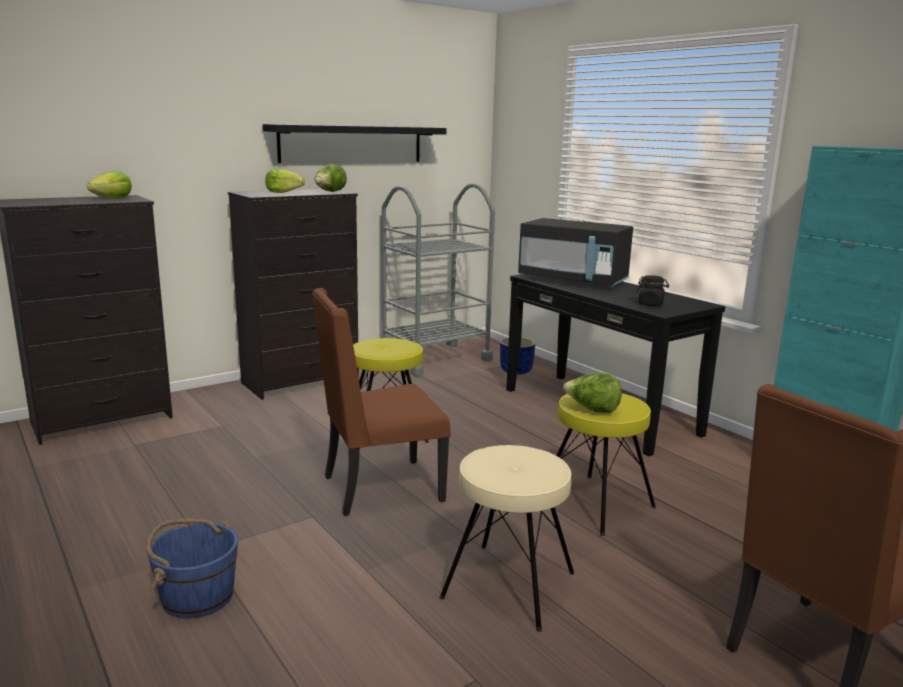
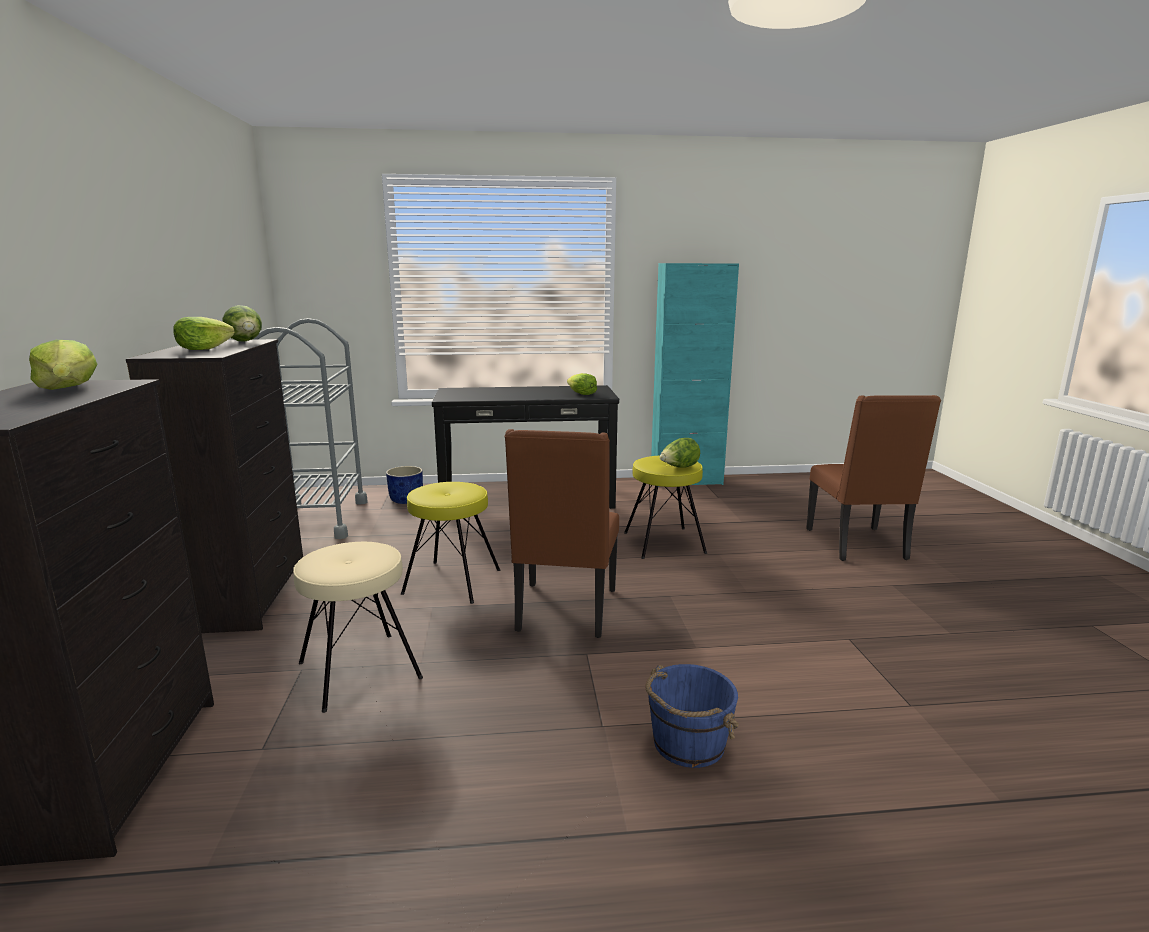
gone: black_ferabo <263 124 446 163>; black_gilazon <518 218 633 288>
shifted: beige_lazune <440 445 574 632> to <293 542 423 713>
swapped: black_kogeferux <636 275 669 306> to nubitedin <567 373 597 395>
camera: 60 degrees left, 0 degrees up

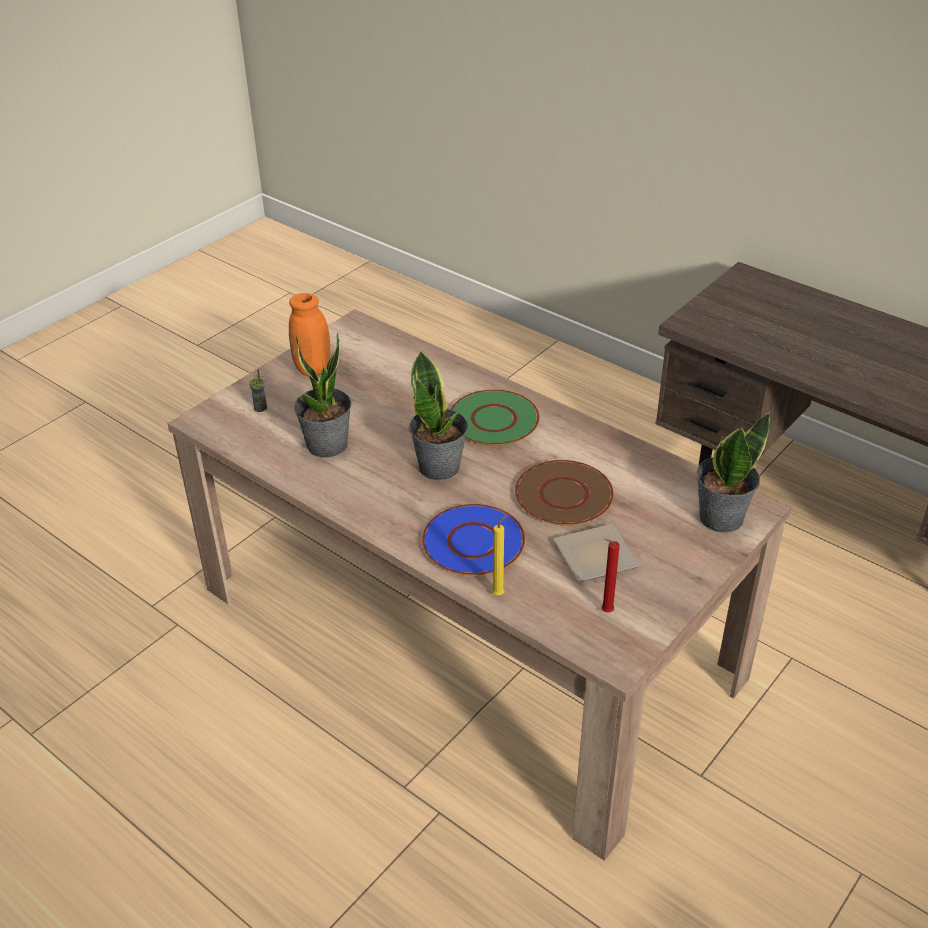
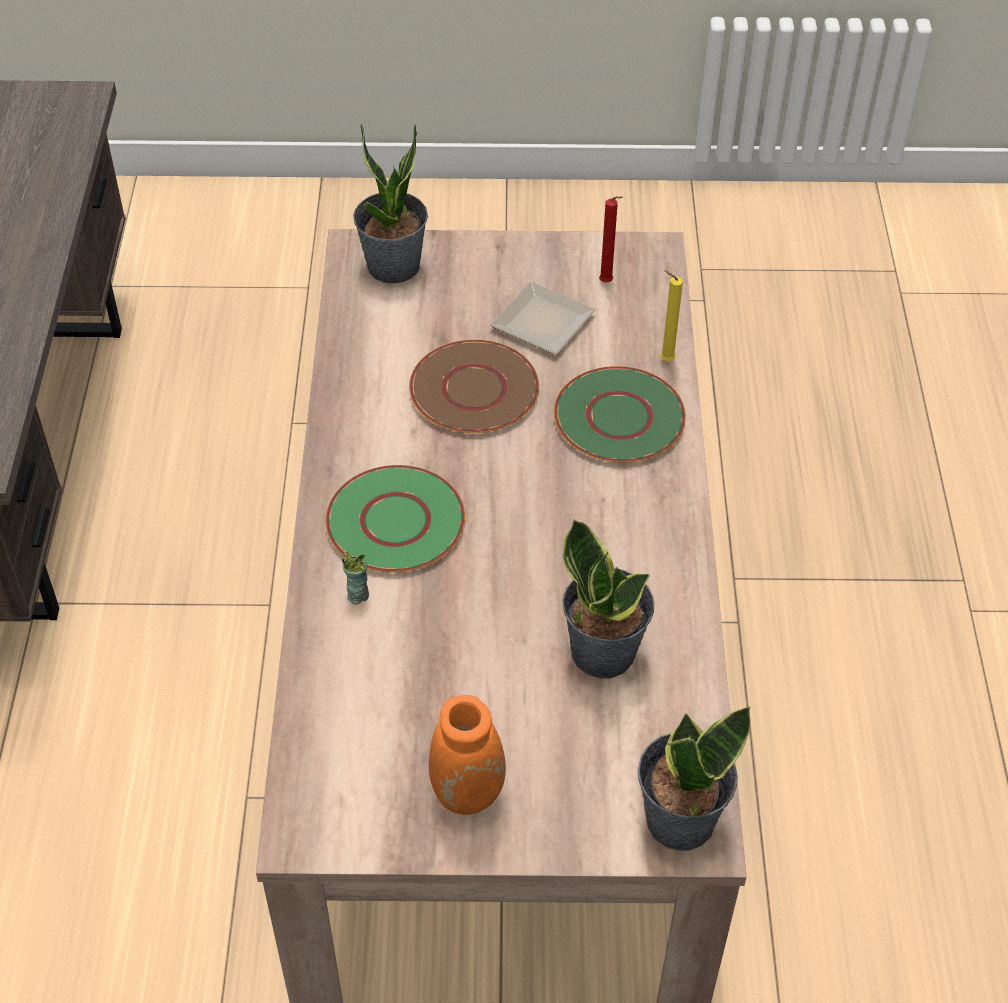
shifted: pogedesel <409 350 468 480> to <638 706 751 851>; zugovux <248 370 267 412> to <342 552 369 605>
repainted: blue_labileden <422 504 525 576> to green_labileden <554 366 686 463>
camera: 130 degrees left, 10 degrees up

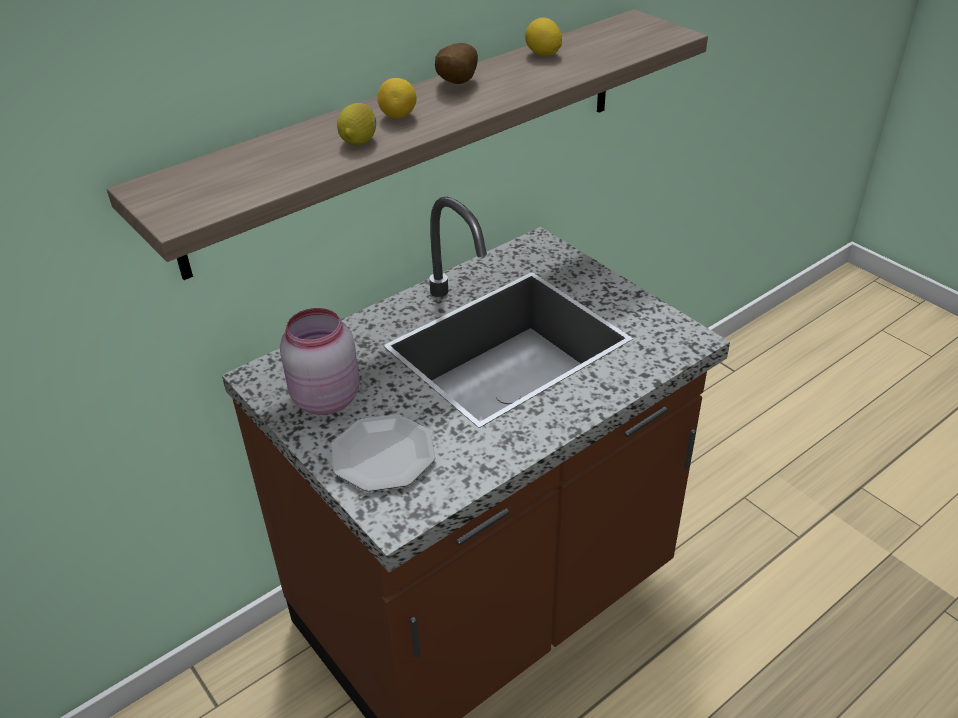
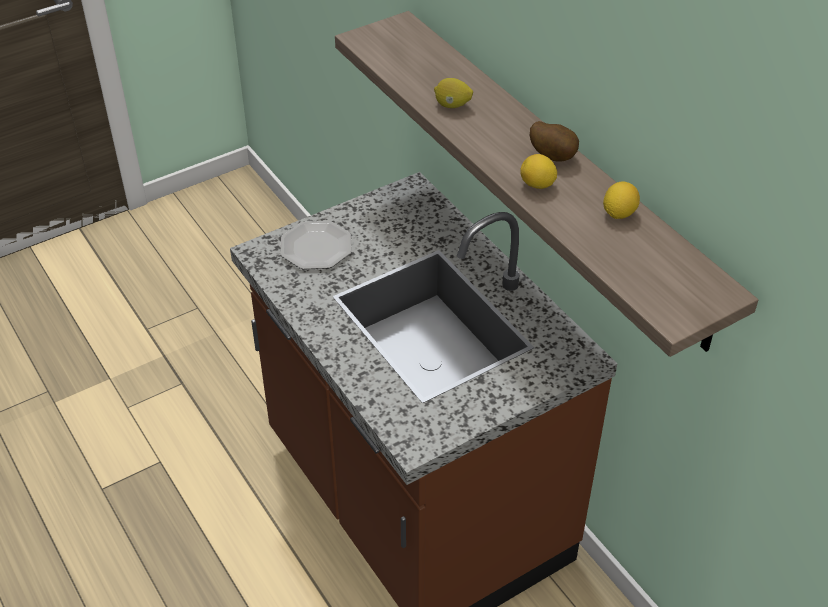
gone: pink_kogeferux <280 308 360 415>
shifted: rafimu <377 78 417 119> to <520 154 557 189>
camera: 95 degrees right, 5 degrees up

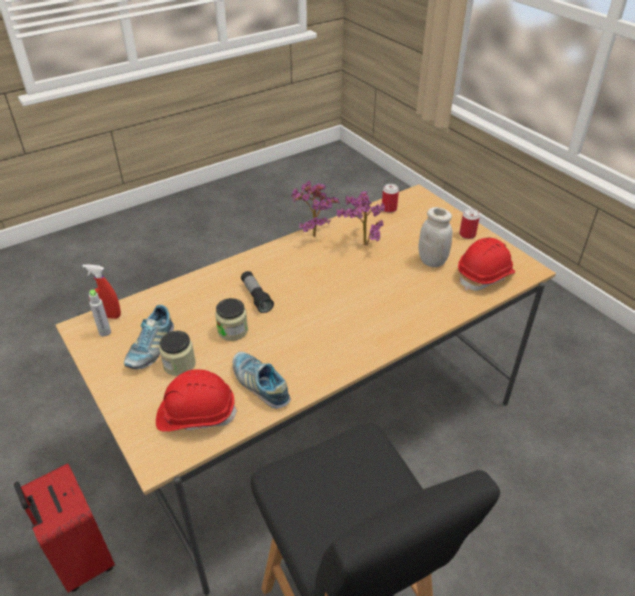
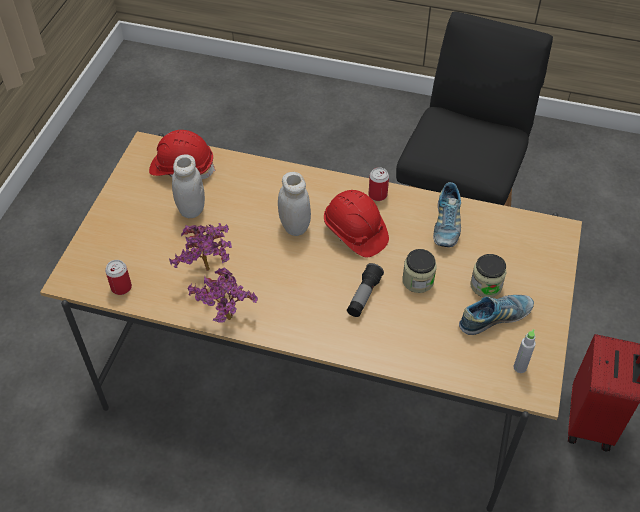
gone: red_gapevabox <83 264 121 319>
new: white_kogeferux <278 172 311 236>
shifted: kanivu <459 209 480 239> to <369 167 389 201>; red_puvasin <156 369 237 432> to <324 190 389 257>
camera: 130 degrees left, 10 degrees up

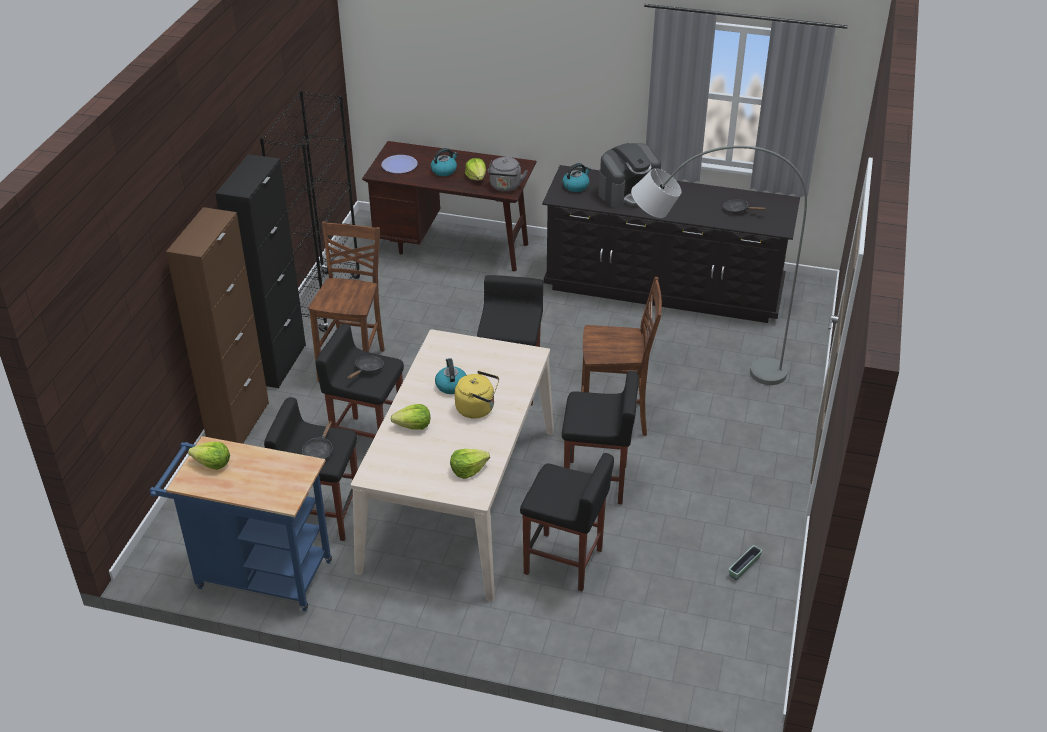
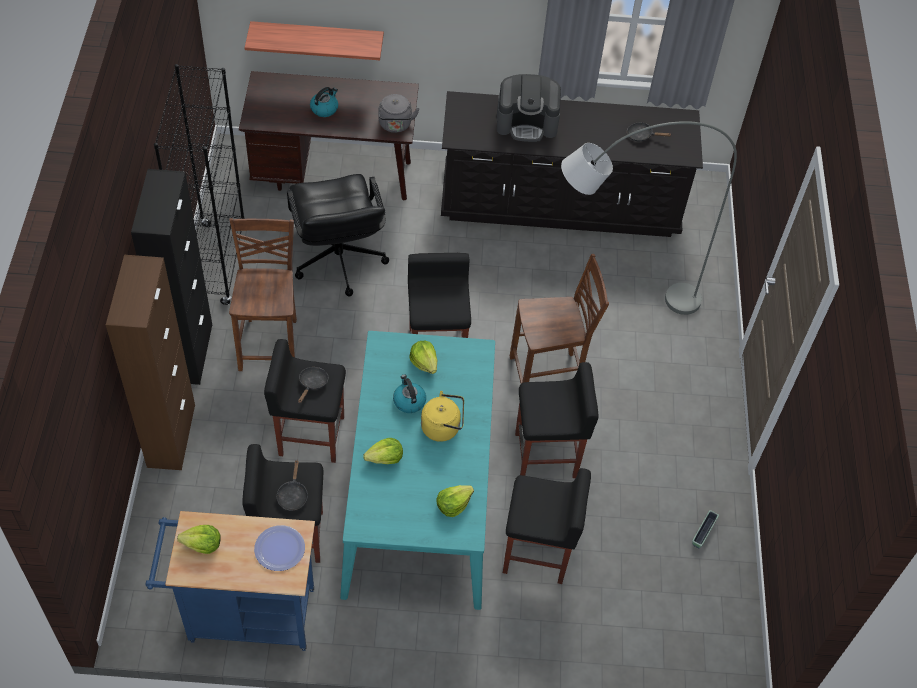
gone: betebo <562 163 591 192>
new: ferabo <245 21 384 60>; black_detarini <287 174 389 297>
shifted: labileden <382 155 418 174> to <254 525 305 571>; nubitedin <465 158 486 181> to <409 341 437 374>
repainted: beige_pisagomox <351 329 554 602> to turquoise_pisagomox <340 331 495 610>
rotated: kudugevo <598 143 661 208> = <496 74 561 142> 45 degrees clockwise
camera: 15 degrees left, 15 degrees up

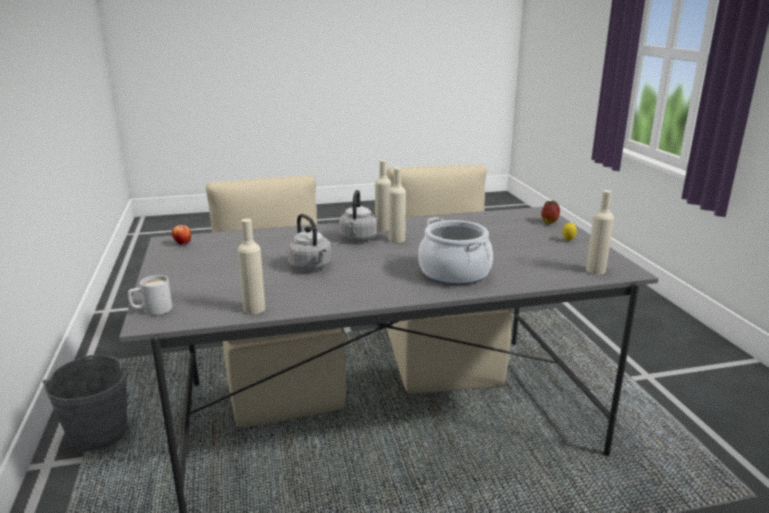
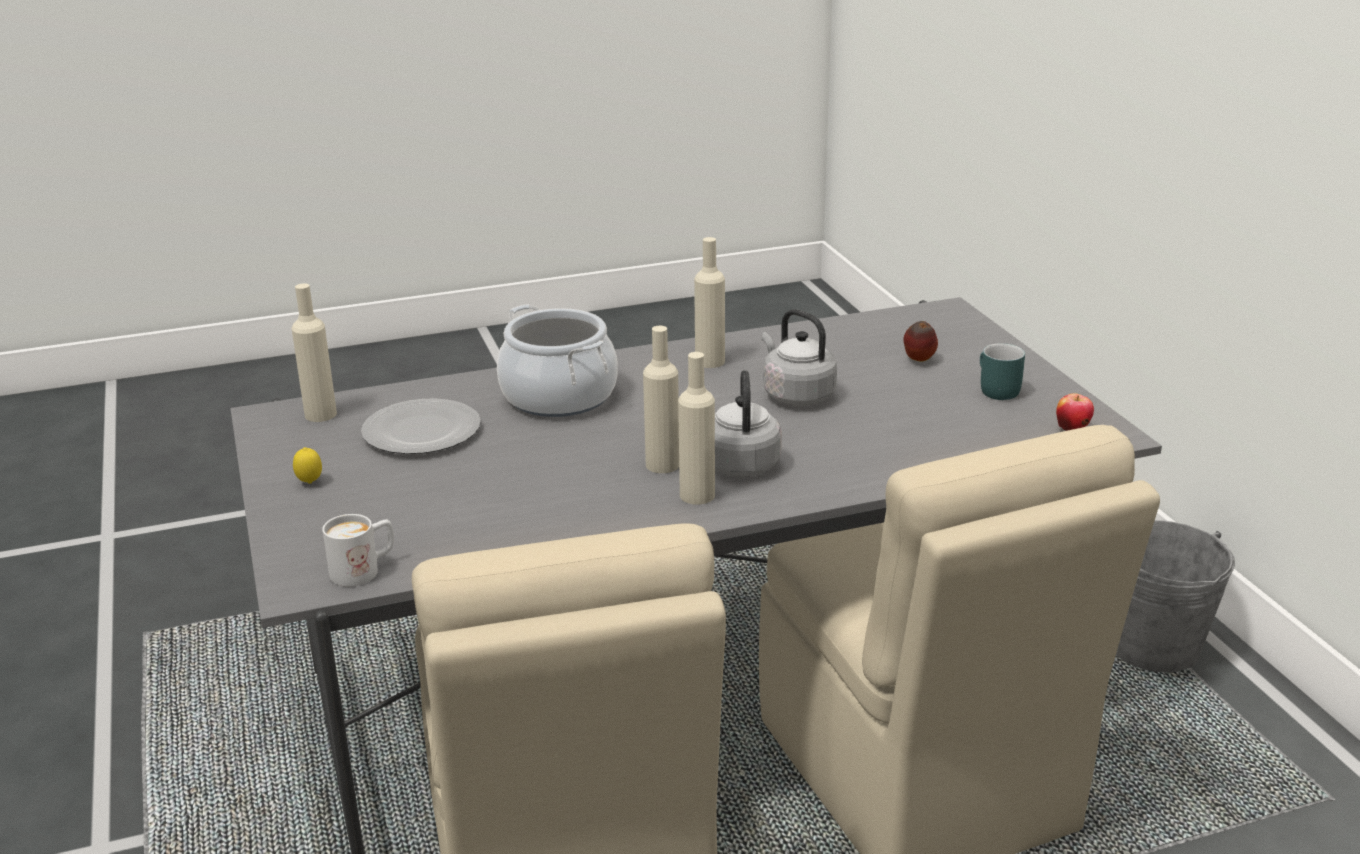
new: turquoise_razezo <980 343 1025 400>; labileden <361 398 481 454>
shifted: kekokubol <541 201 560 224> to <903 321 938 362>; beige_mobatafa <238 219 265 314> to <694 237 725 368>; white_razezo <128 275 172 315> to <322 514 394 587>
camera: 175 degrees right, 5 degrees up

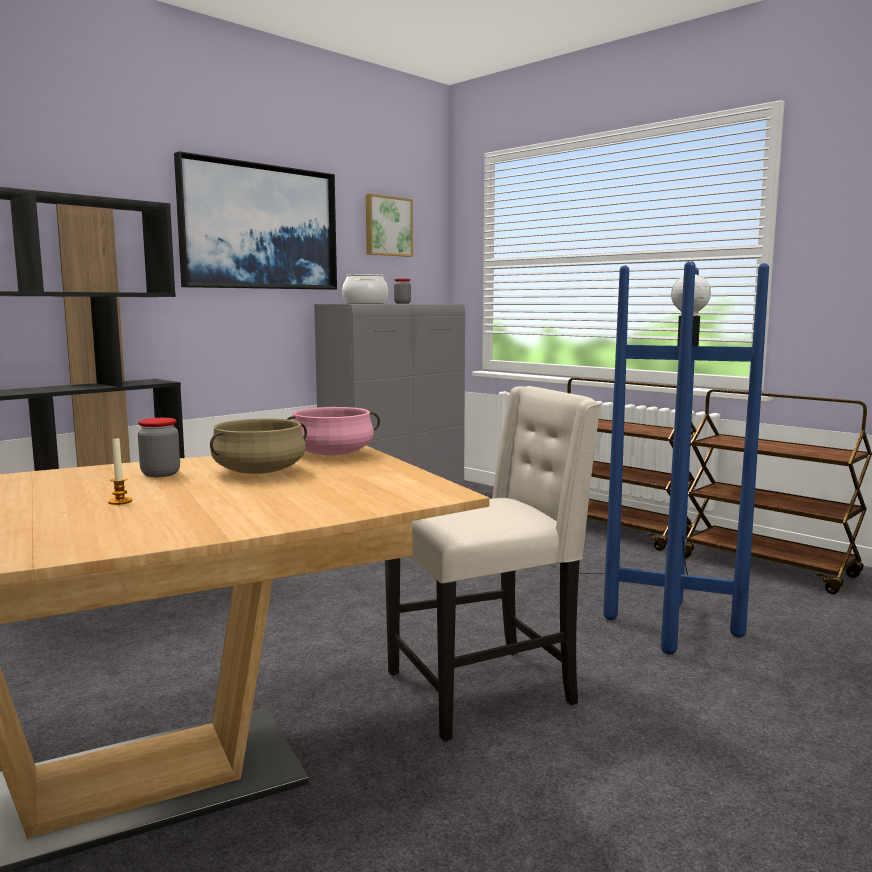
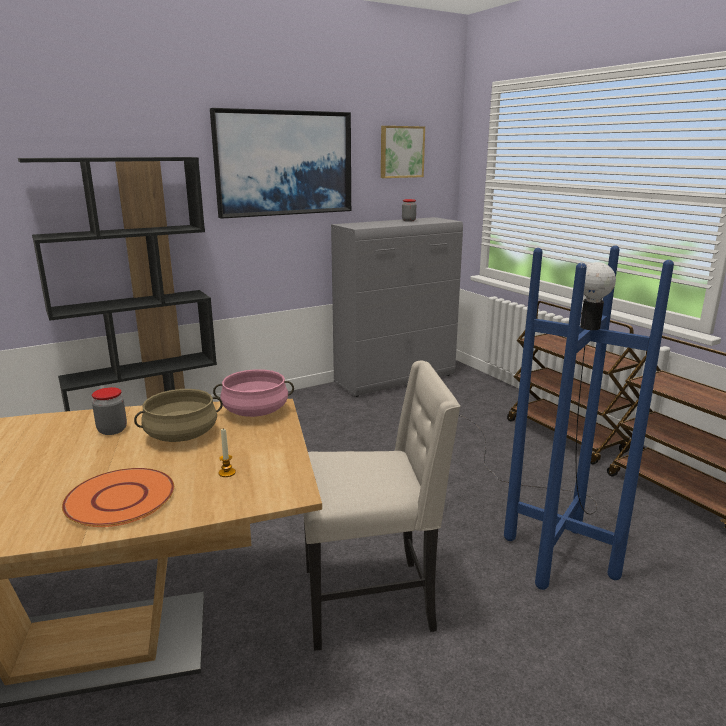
gone: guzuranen <342 274 388 304>
new: orange_labileden <62 468 174 527>
shifted: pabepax <108 436 132 505> to <219 429 236 477>
camera: 15 degrees right, 10 degrees up

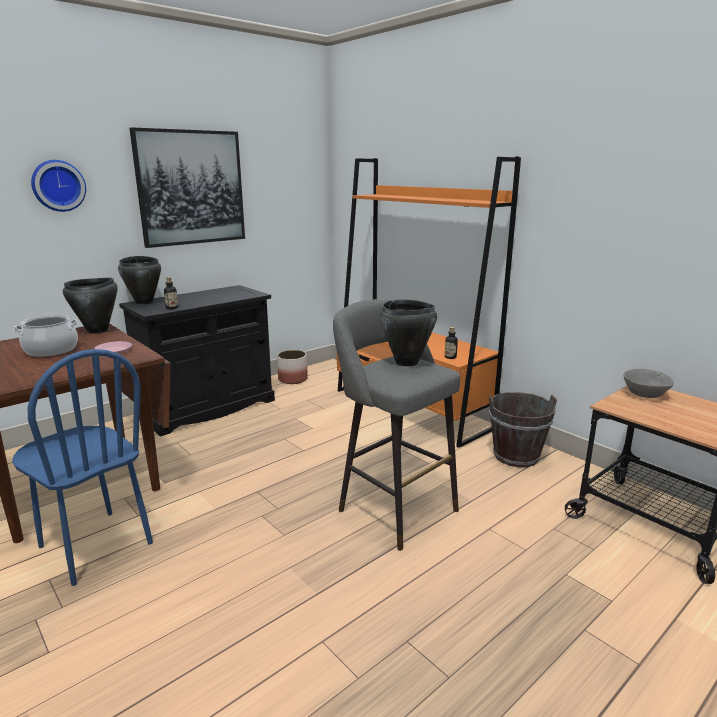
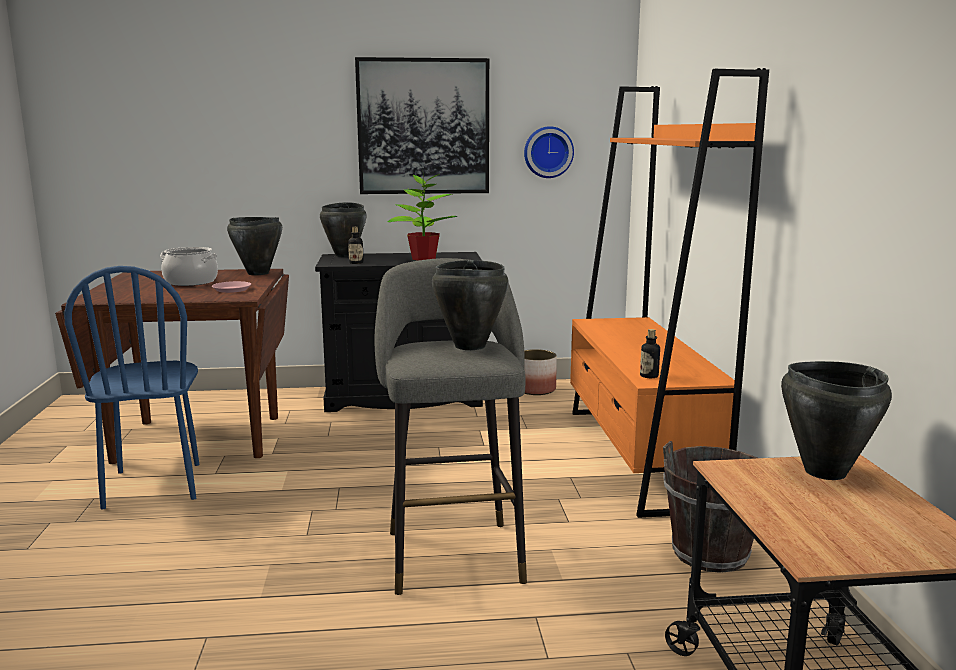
new: pogedesel <388 170 458 261>
shifted: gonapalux <31 160 86 212> to <524 126 574 178>
swapped: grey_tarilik <623 369 674 398> to black_guzuranen <781 361 892 480>
camera: 35 degrees right, 5 degrees down

